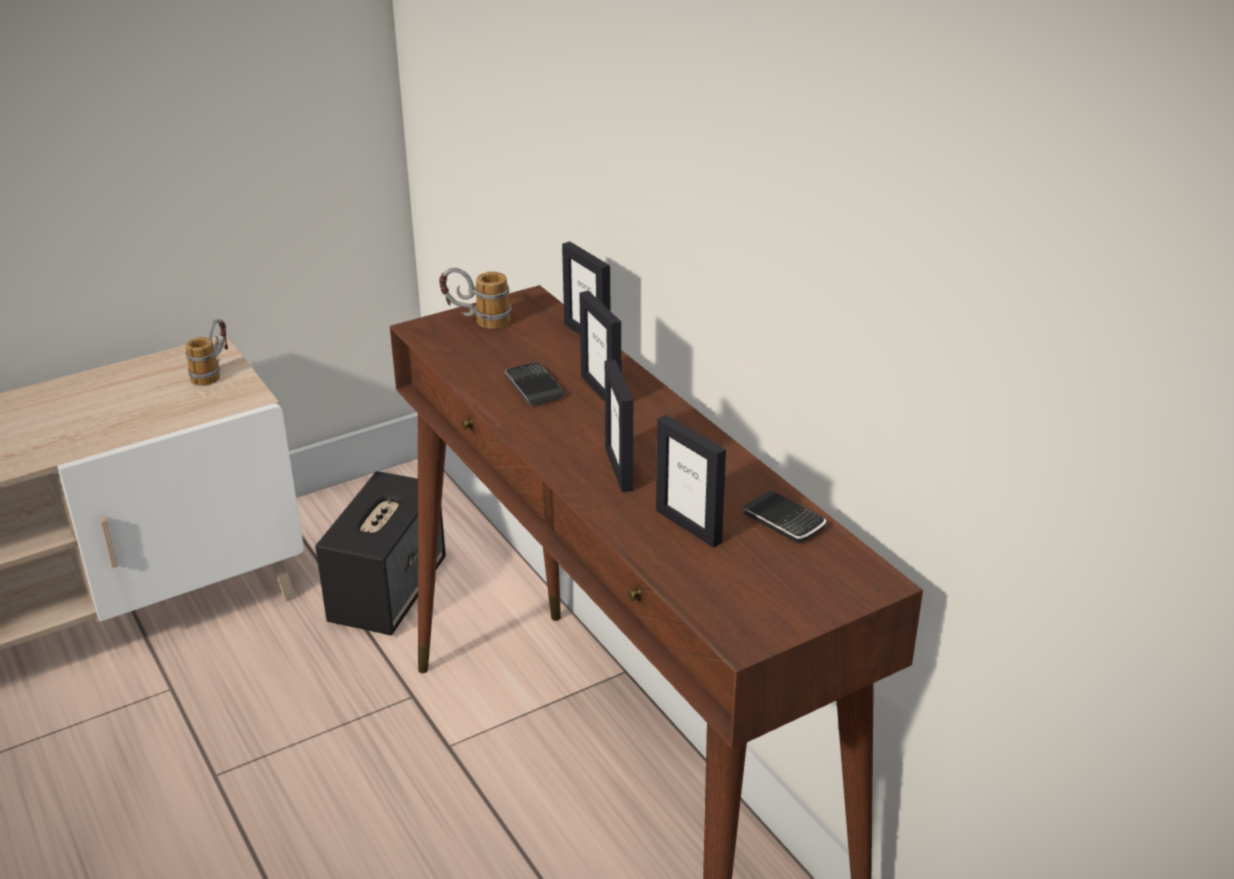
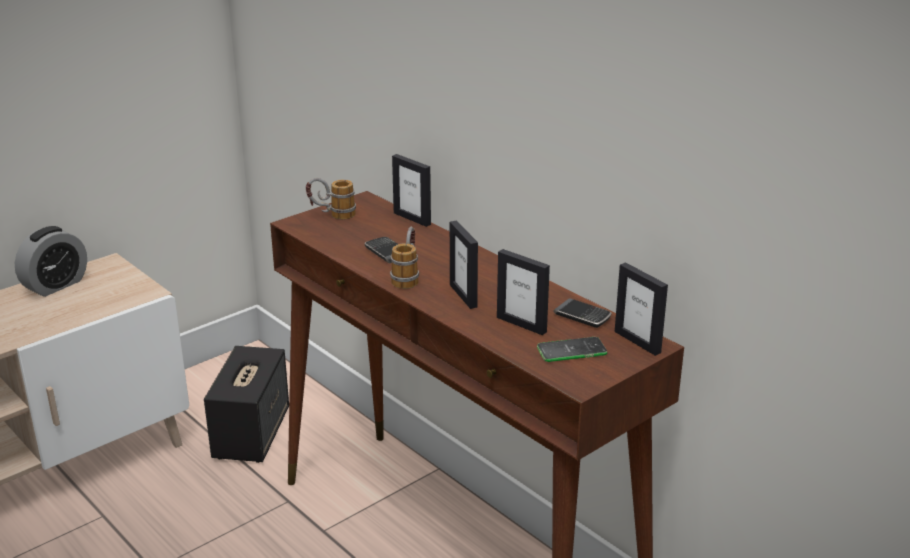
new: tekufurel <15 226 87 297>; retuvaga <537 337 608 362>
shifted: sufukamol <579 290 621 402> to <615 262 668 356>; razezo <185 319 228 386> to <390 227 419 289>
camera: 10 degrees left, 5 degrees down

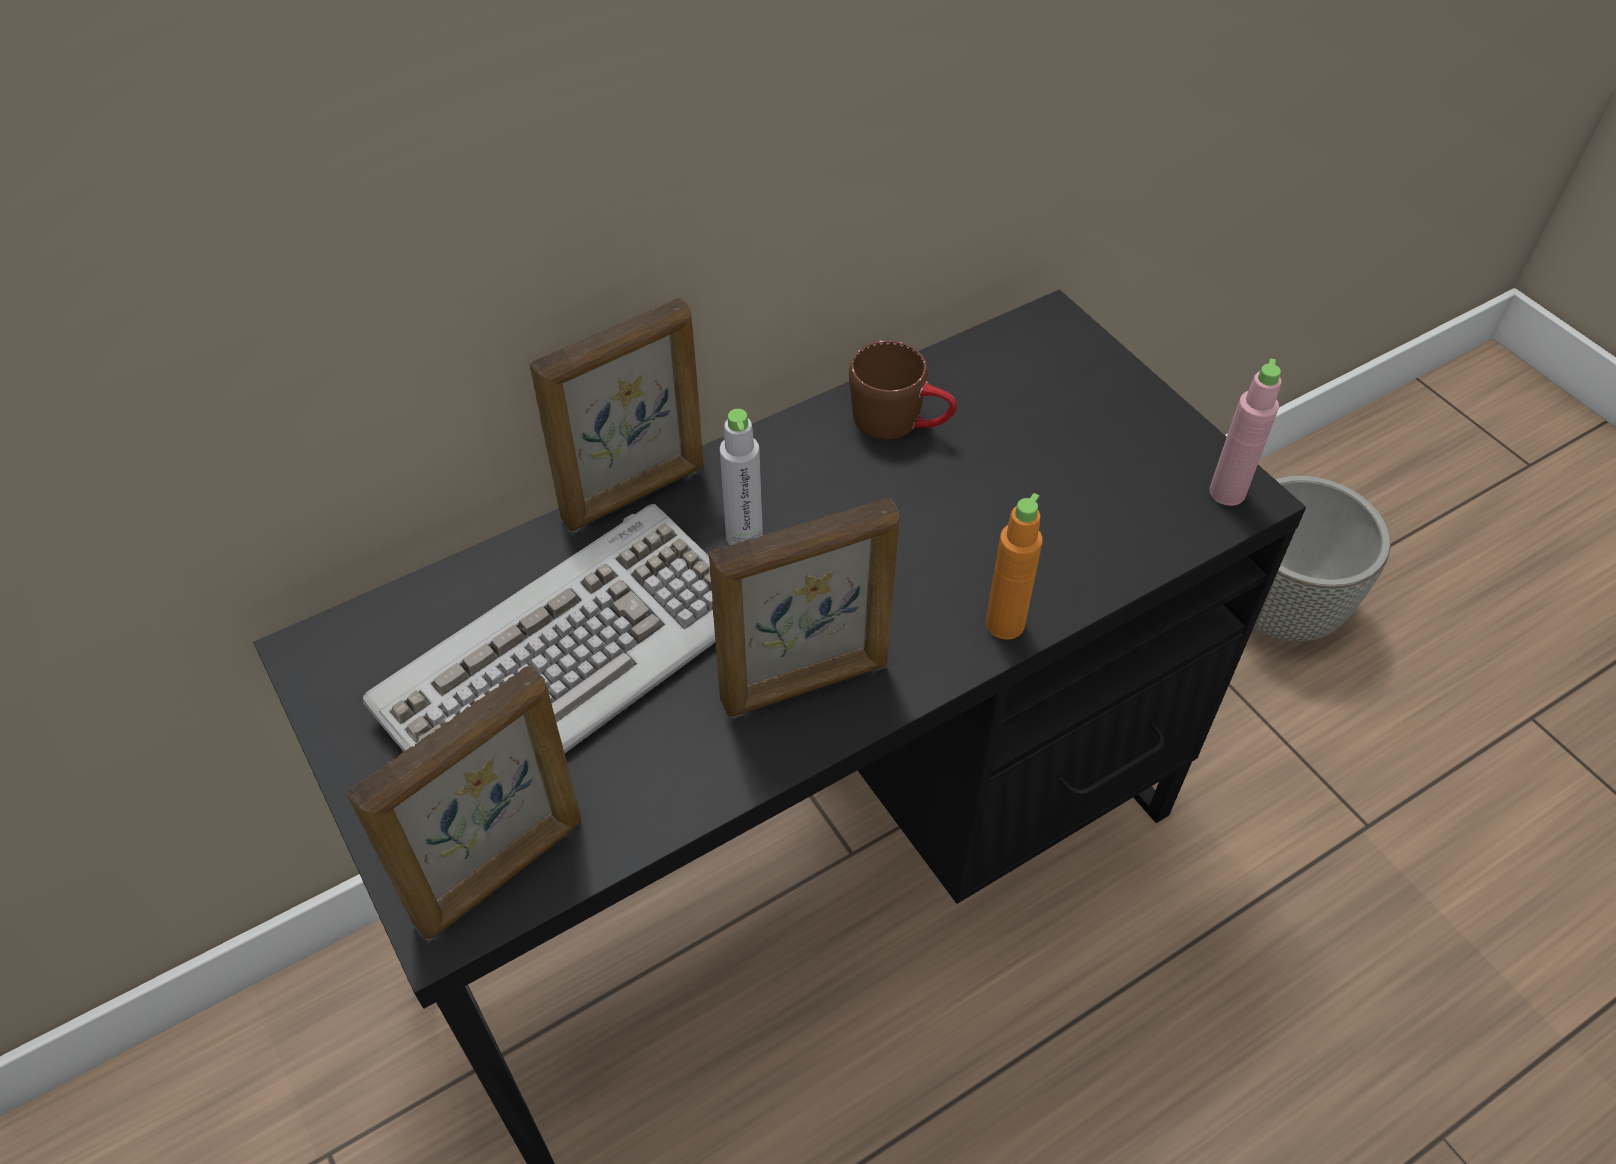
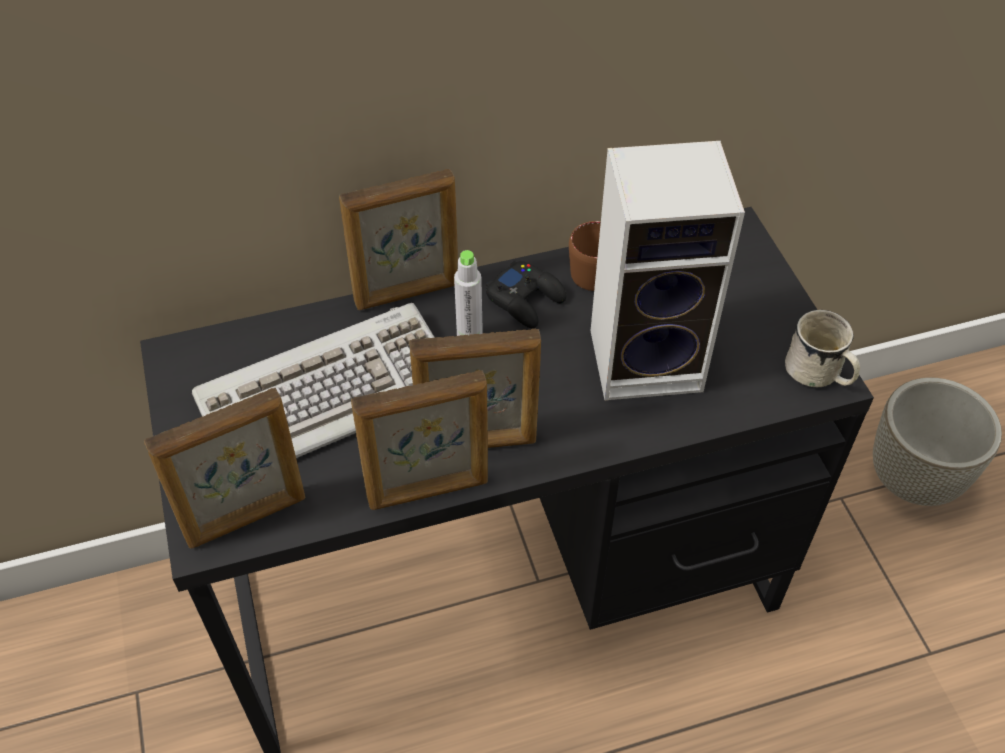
gone: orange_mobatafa <986 493 1043 640>
new: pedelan <590 141 745 401>; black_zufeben <486 261 566 328>; sufukamol <351 370 488 510>
swapped: pink_mobatafa <1209 358 1281 506> to white_razezo <785 310 860 387>
camera: 15 degrees right, 0 degrees up

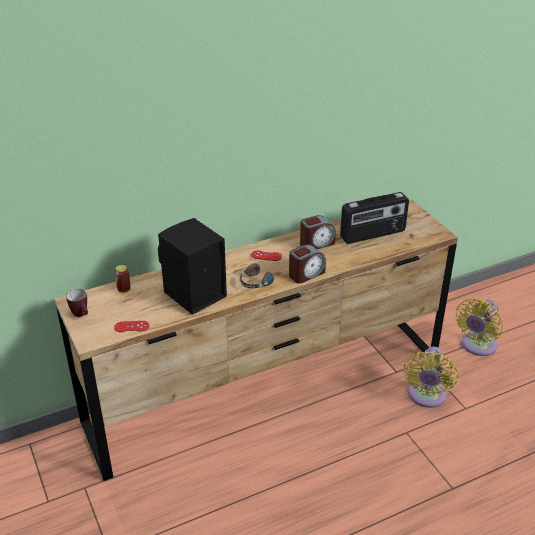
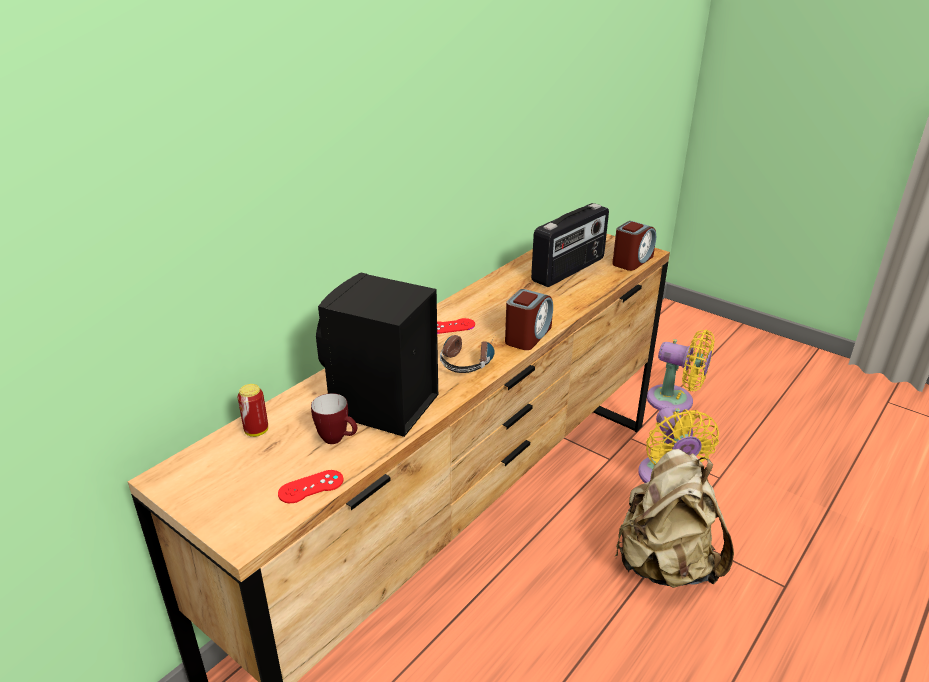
new: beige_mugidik <614 449 734 588>
shifted: tekufurel <300 215 336 249> to <612 221 656 271>; razezo <66 289 88 317> to <311 393 357 444>
rotated: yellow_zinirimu <456 298 503 356> = <647 330 715 413> 75 degrees counterclockwise
camera: 25 degrees left, 5 degrees down

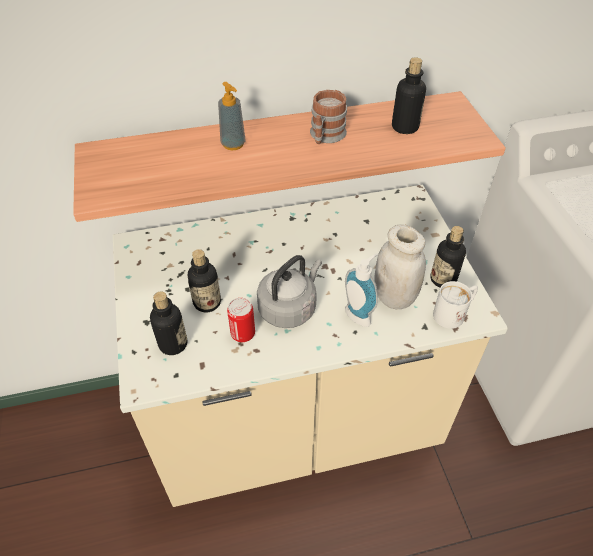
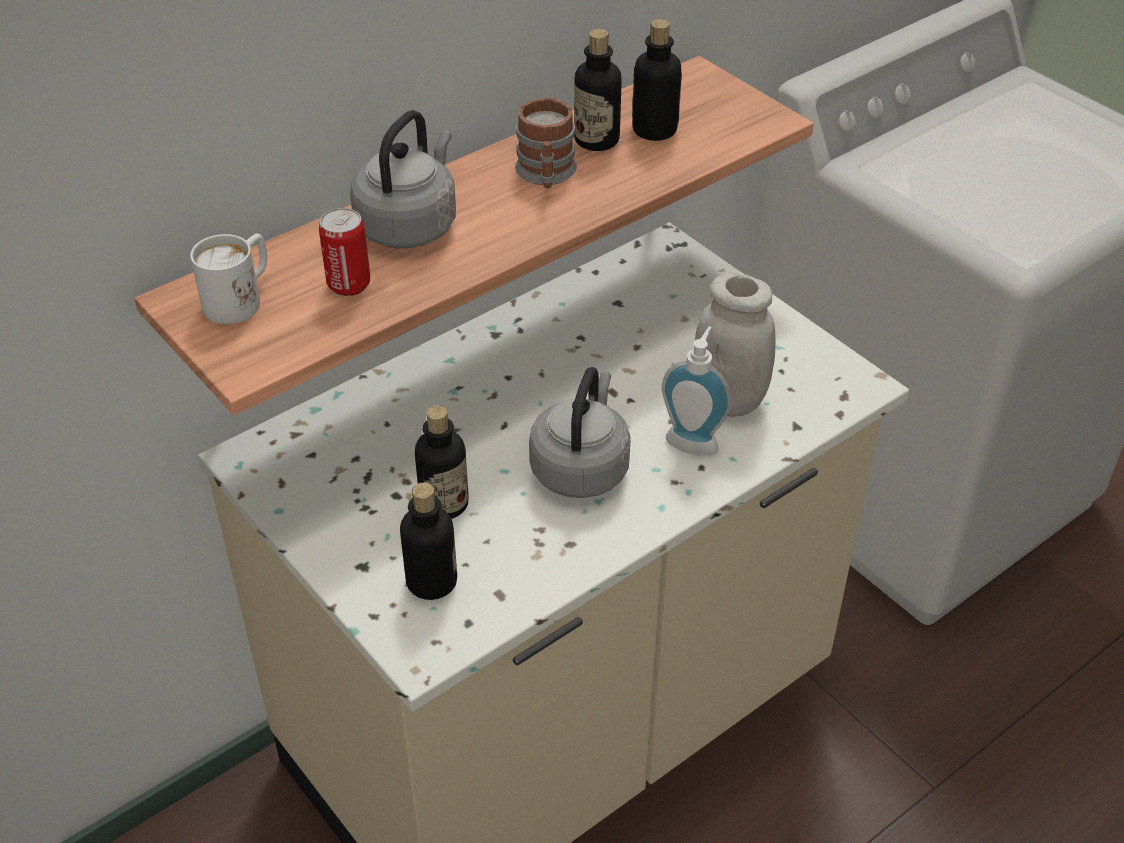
shifted: mobatafa <431 226 466 287> to <574 29 622 151>; white_razezo <433 281 478 329> to <190 233 267 324>; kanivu <227 298 255 342> to <319 208 370 296>
swapped: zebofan <218 82 246 150> to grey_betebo <350 110 456 248>
camera: 25 degrees left, 5 degrees down

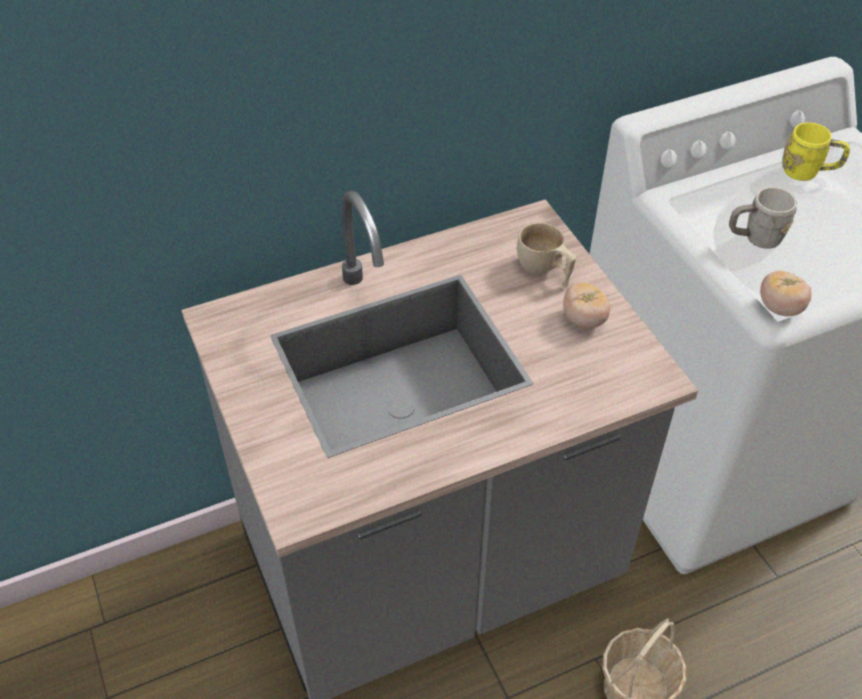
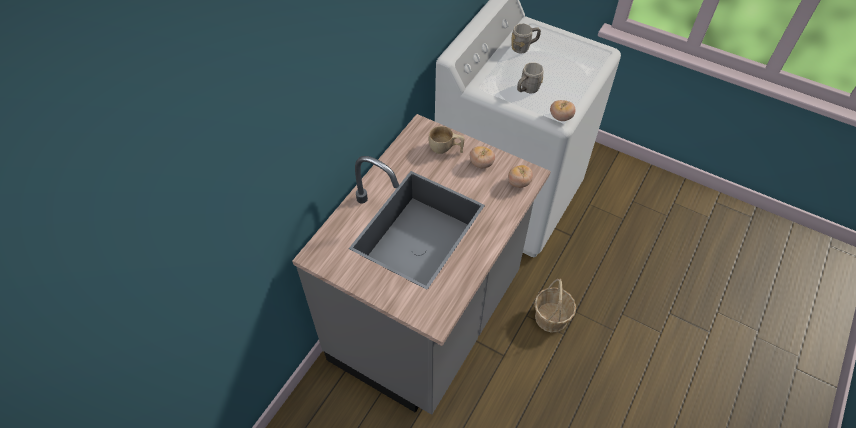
new: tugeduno <508 165 533 188>
repainted: yellow_razezo <782 122 850 181> to grey_razezo <511 24 541 54>
camera: 35 degrees left, 5 degrees up

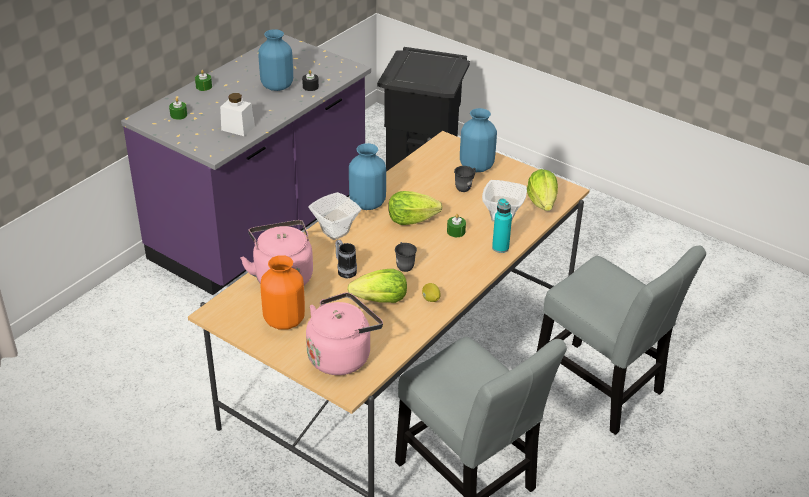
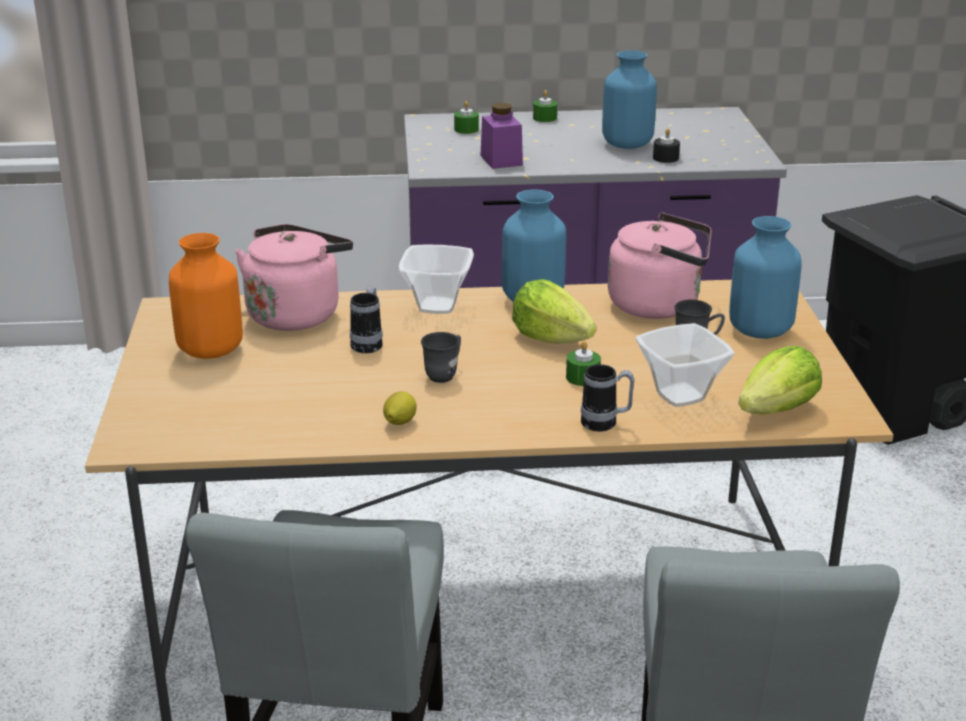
gone: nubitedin <347 269 407 303>
shifted: pink_betebo <306 292 383 375> to <608 213 712 319>
swapped: turquoise_mobatafa <492 198 512 253> to razezo <581 364 635 431>
repainted: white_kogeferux <220 93 254 136> to purple_kogeferux <480 103 523 169>
camera: 50 degrees right, 10 degrees down

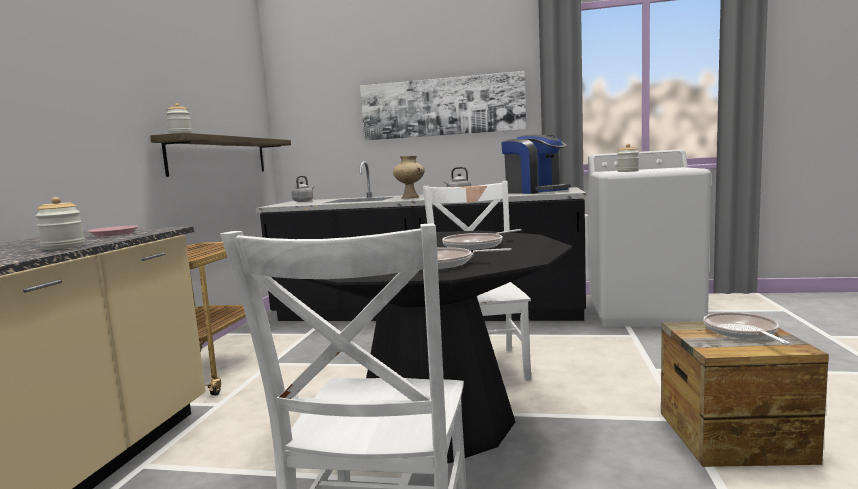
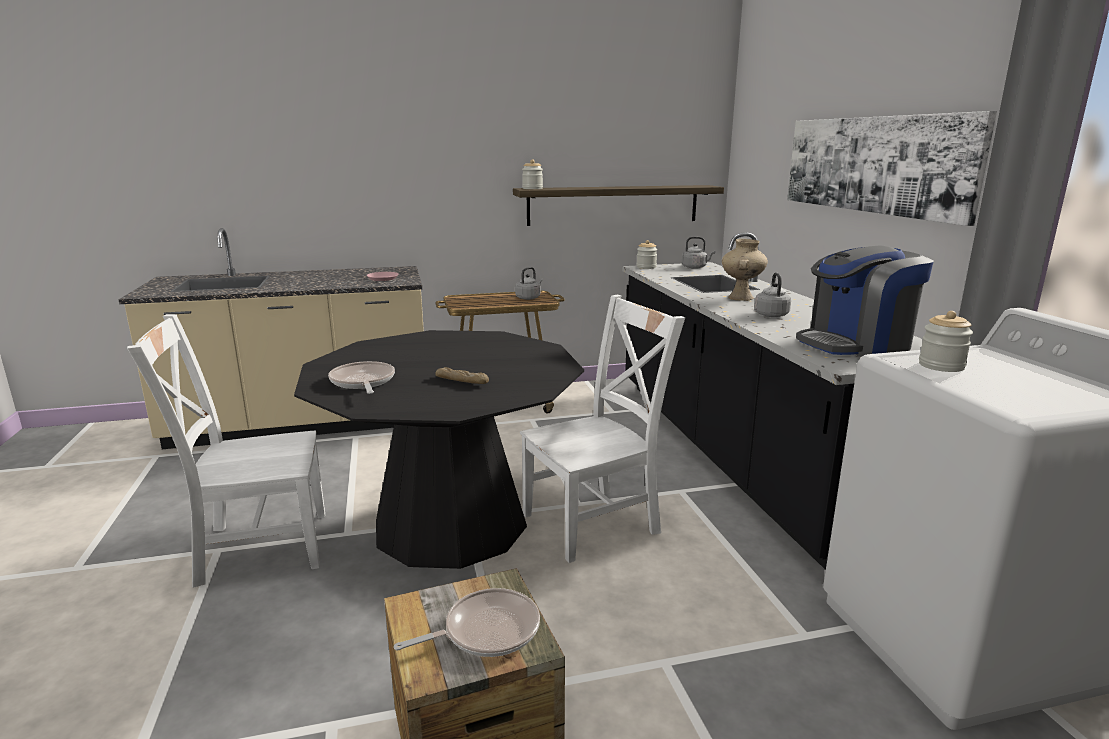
new: grey_betebo <515 267 543 300>
shifted: kogeferux <35 197 85 250> to <637 240 657 269>
swapped: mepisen <442 229 522 250> to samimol <435 367 489 384>
rotated: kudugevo <501 134 571 194> = <796 245 934 357> 45 degrees clockwise
camera: 65 degrees right, 10 degrees up

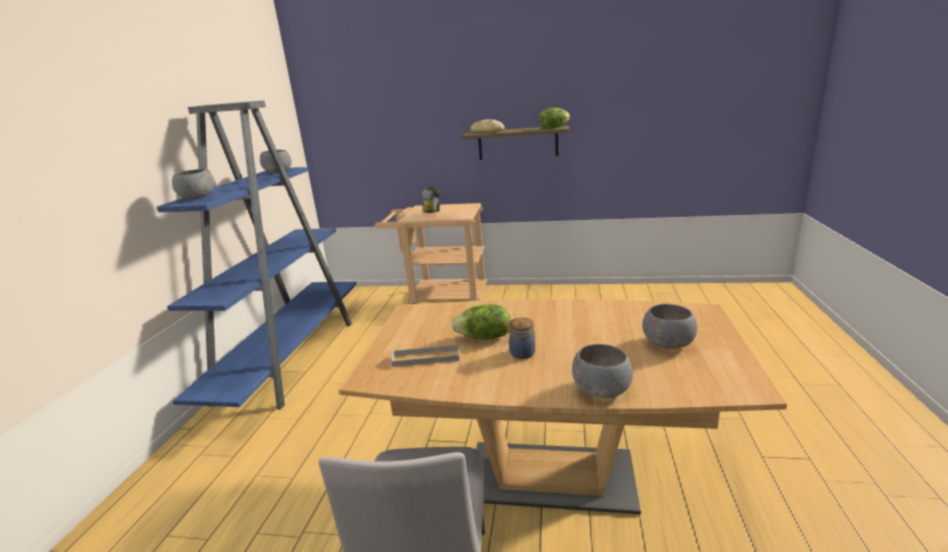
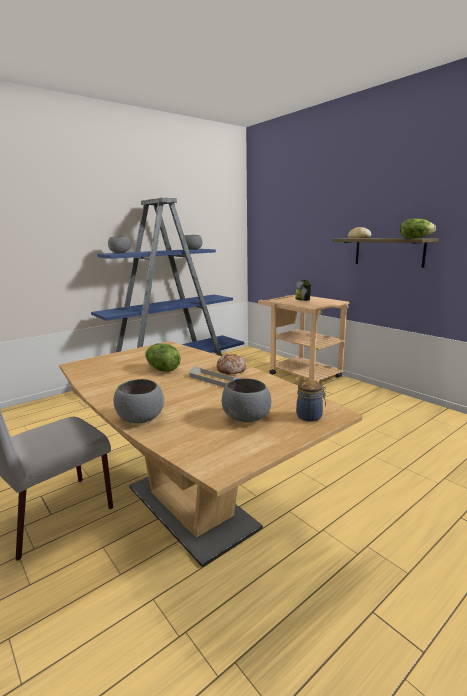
new: samimol <217 354 246 375>
shifted: kogeferux <509 317 535 359> to <296 381 326 422>; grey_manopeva <391 344 460 367> to <189 366 240 387>
camera: 40 degrees right, 5 degrees down

